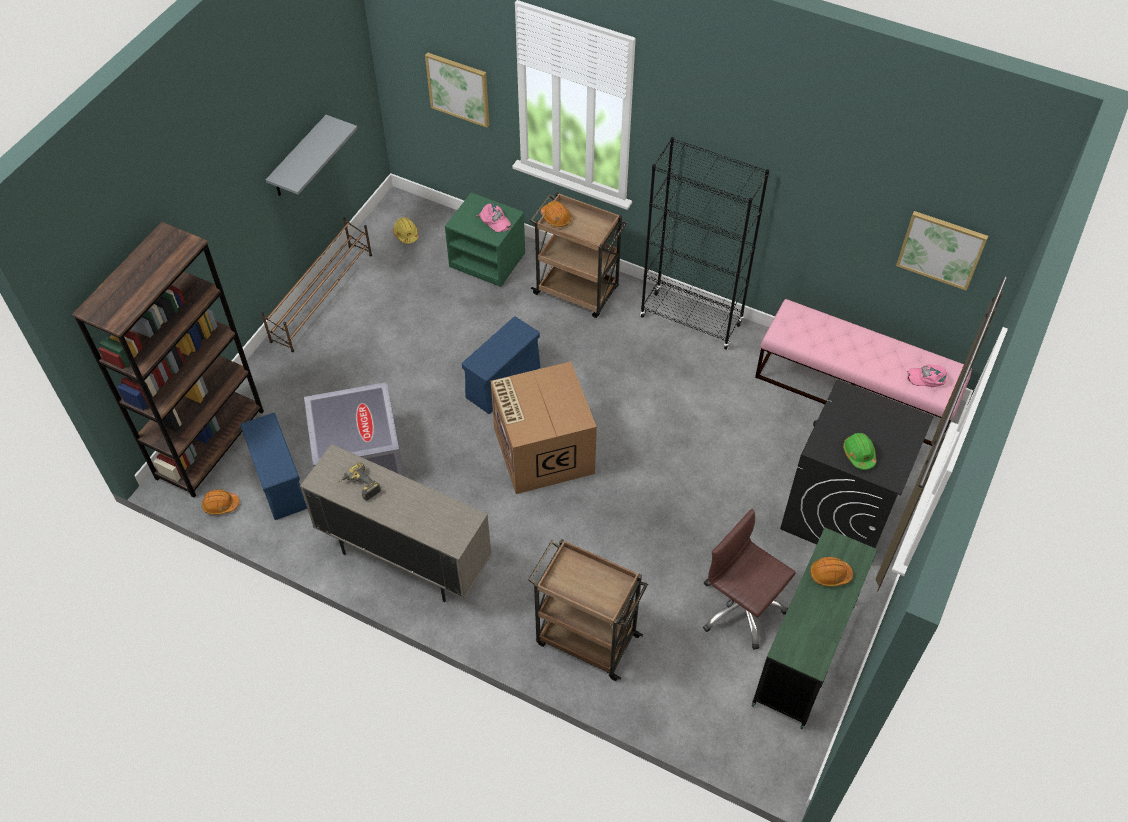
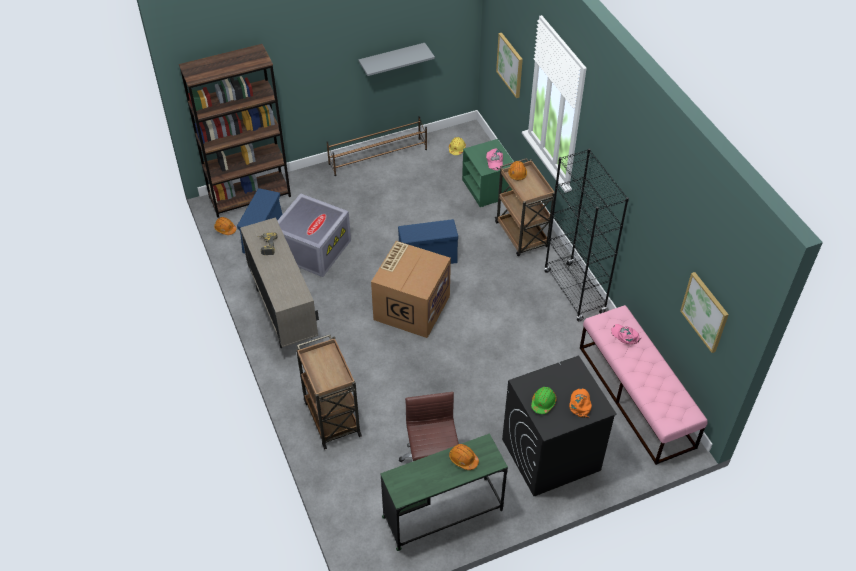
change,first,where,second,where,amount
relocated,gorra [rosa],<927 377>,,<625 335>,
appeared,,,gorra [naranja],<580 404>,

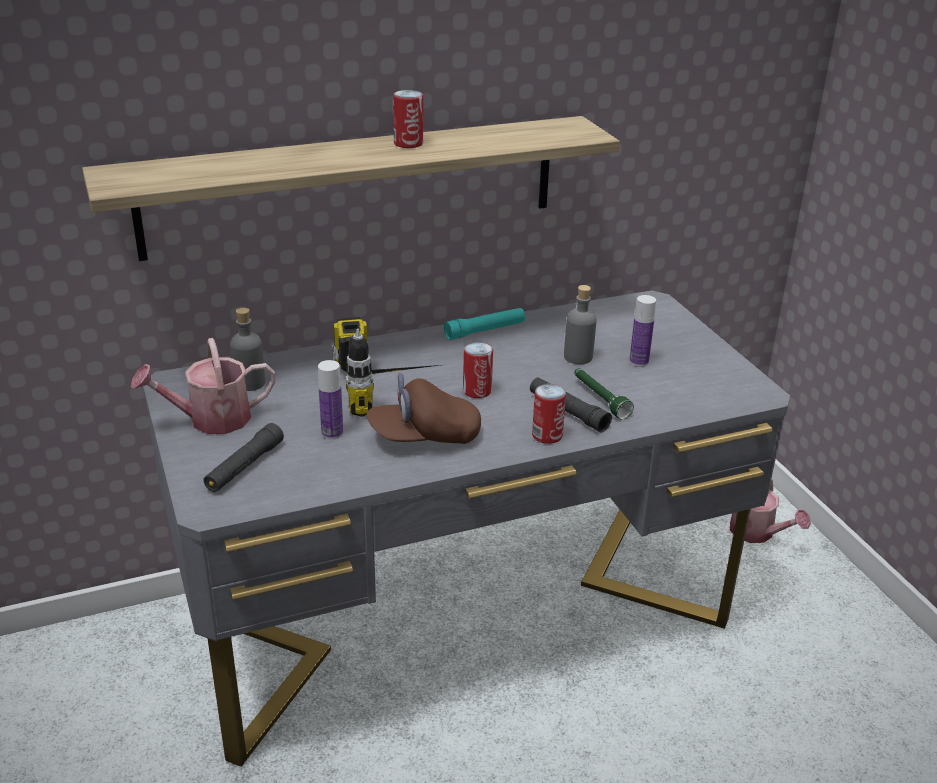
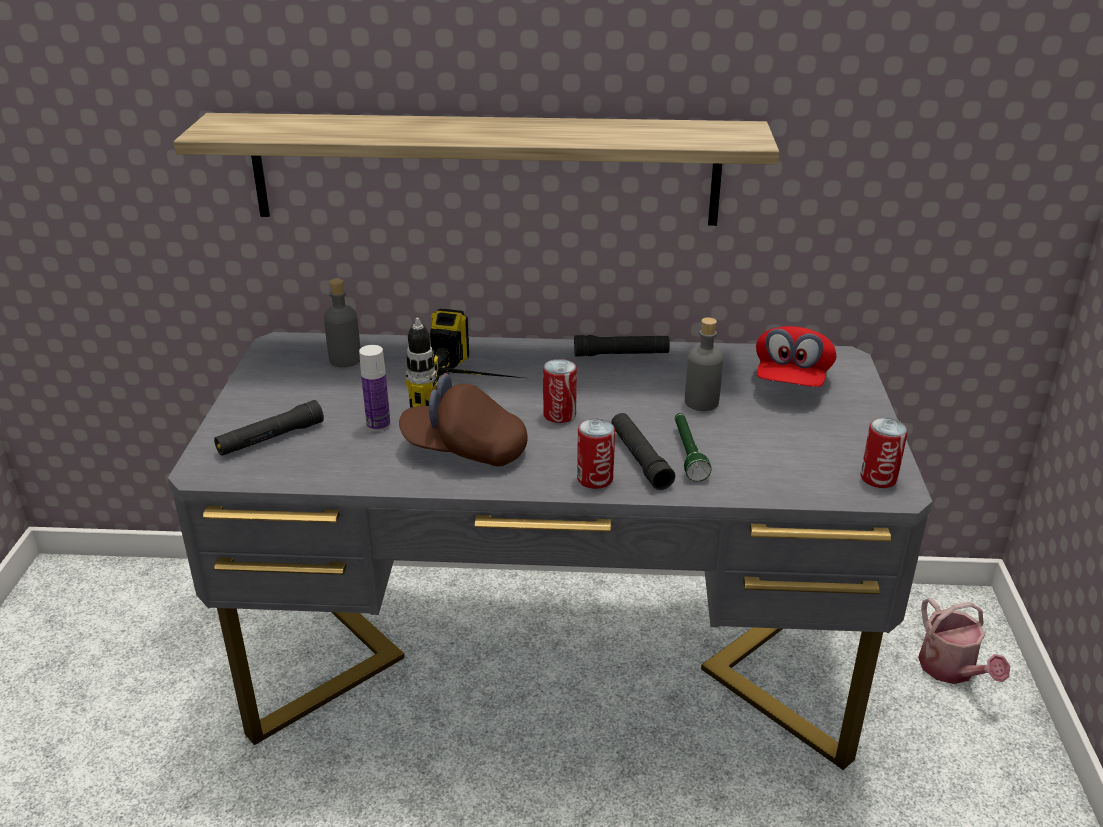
change,first,where,second,where,amount
relocated,lata,<408 143>,,<878 478>,
missing,botella,<639 361>,,,
colour,linterna [turquesa],<485 331>,linterna [negro],<621 354>,
missing,regadera,<210 419>,,,
appeared,,,gorra [rojo],<791 381>,

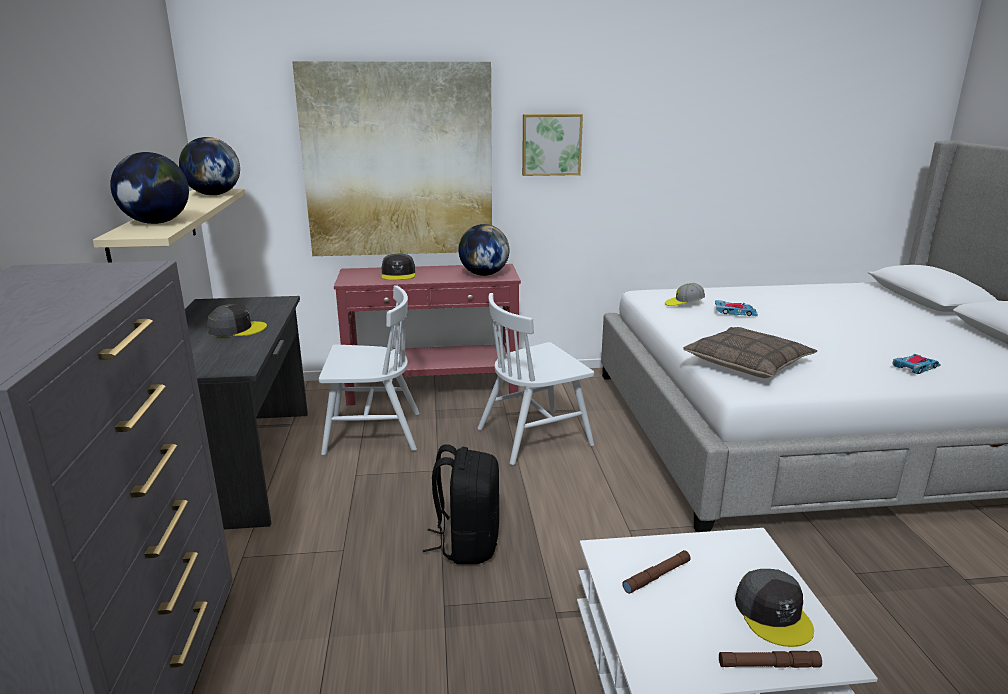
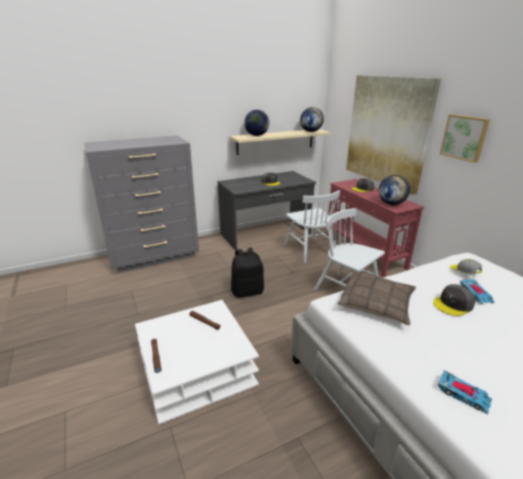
change,first,where,second,where,amount
relocated,gorra [gris],<773 614>,,<453 304>,

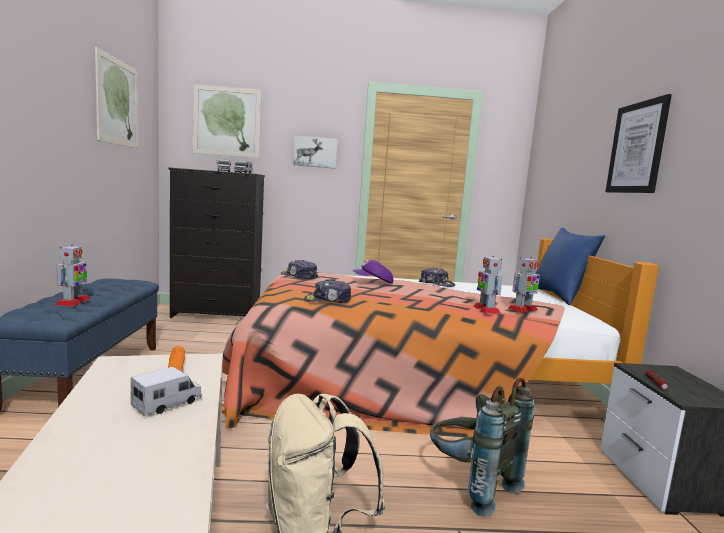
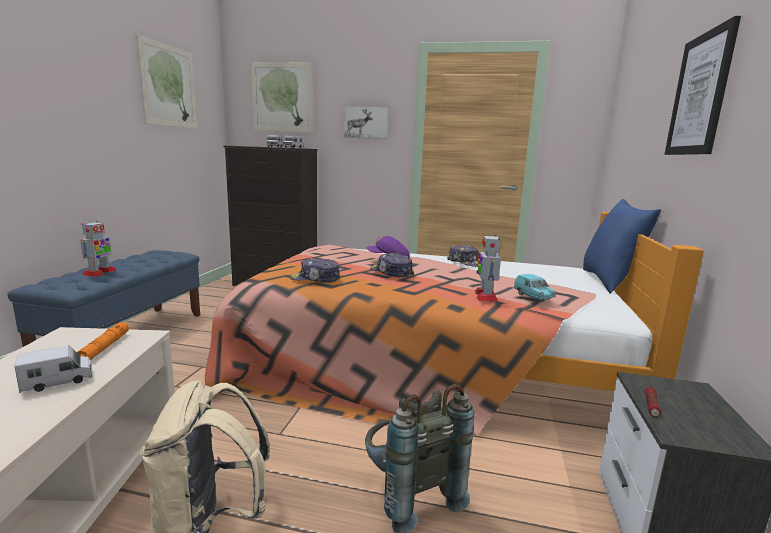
change,first,where,second,where,amount
exchanged,robot de juguete,<522 309>,coche de juguete [turquesa],<533 297>,
relocated,gorra,<298 276>,,<391 273>,

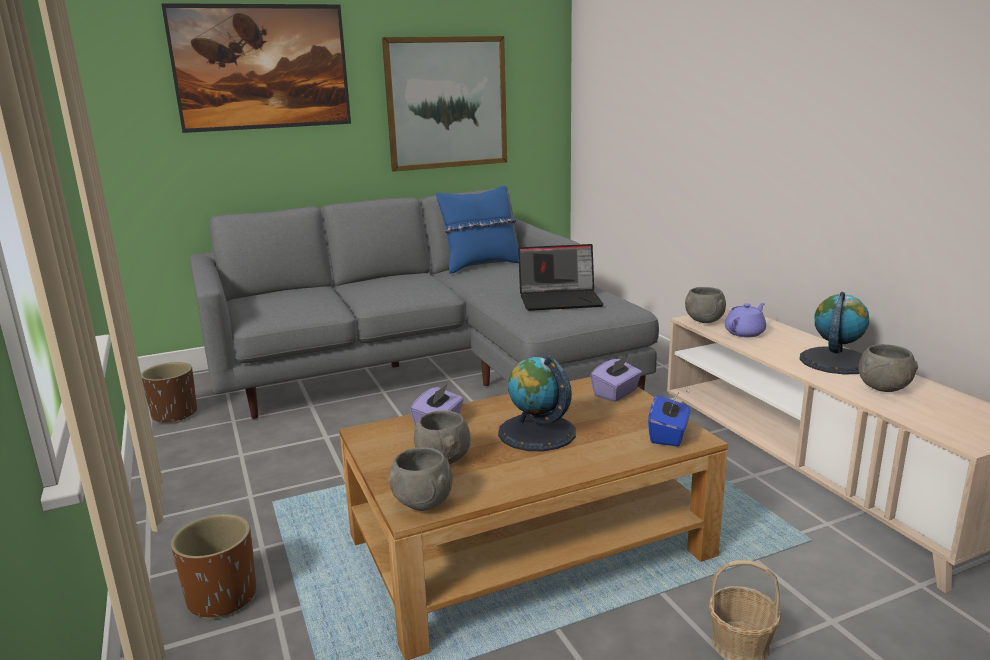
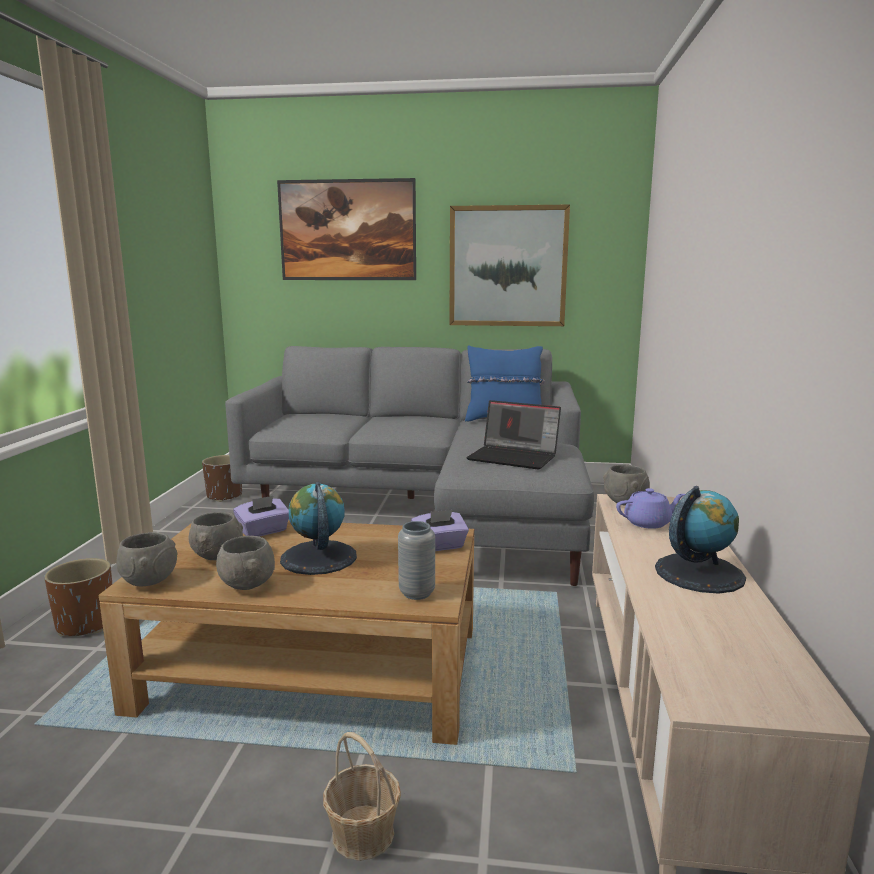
change,first,where,second,where,amount
relocated,cuenco [gris],<884 389>,,<247 586>,
exchanged,caja de pañuelos [azul],<668 435>,florero [gris],<417 593>,

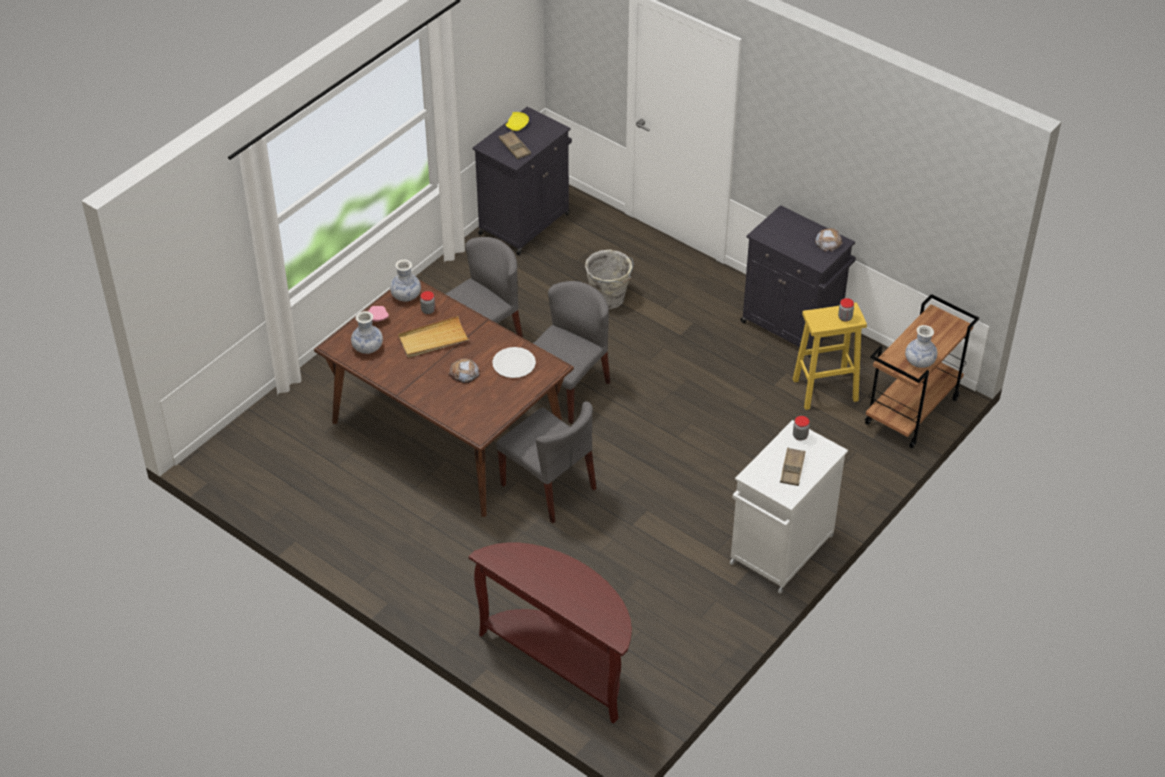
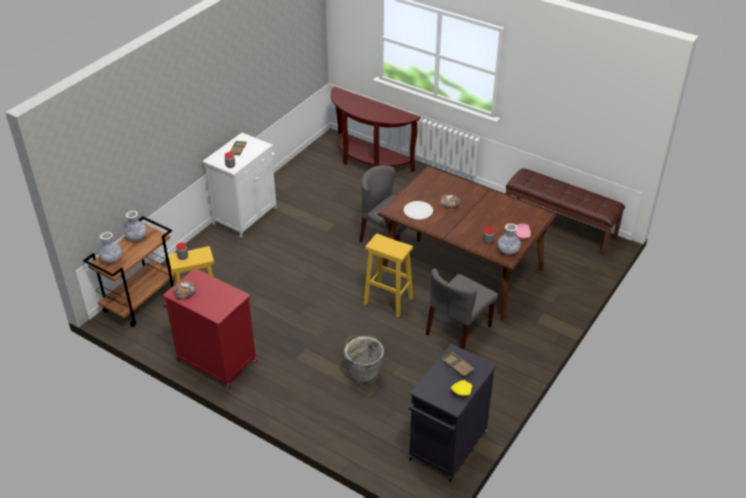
change,first,where,second,where,amount
colour,armario [negro],<793 326>,armario [rojo],<215 360>,
exchanged,silla [gris],<566 390>,taburete [amarillo],<387 300>,
relocated,florero,<367 348>,,<111 259>,
missing,bandeja [beis],<433 339>,,,
appeared,,,banco [marrón],<559 226>,

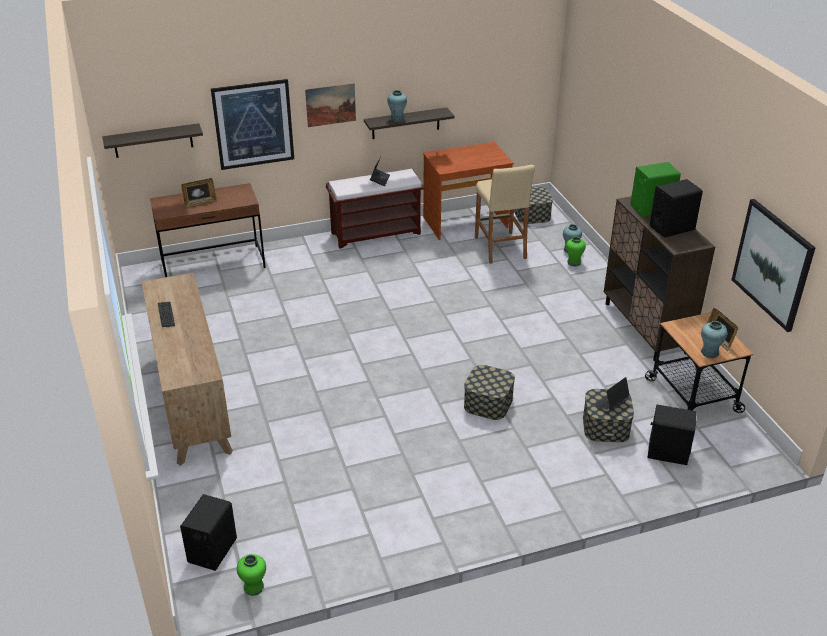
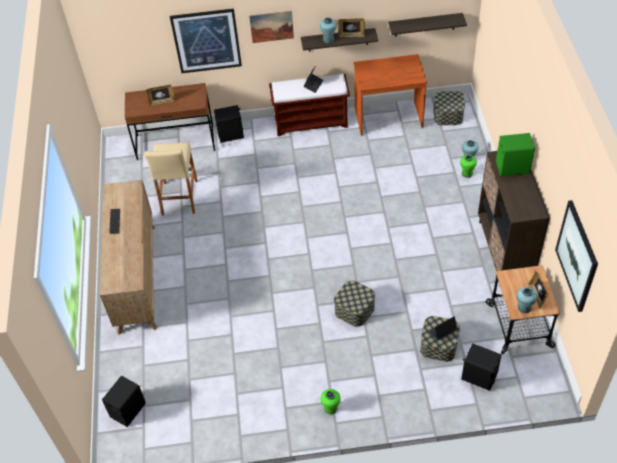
change,first,where,second,where,amount
relocated,estante,<153 140>,,<425 24>,
relocated,taburete [beis],<500 247>,,<179 197>,
relocated,altavoz [negro],<672 228>,,<231 134>,
relocated,florero [verde],<254 587>,,<330 408>,
appeared,,,portarretratos,<351 35>,

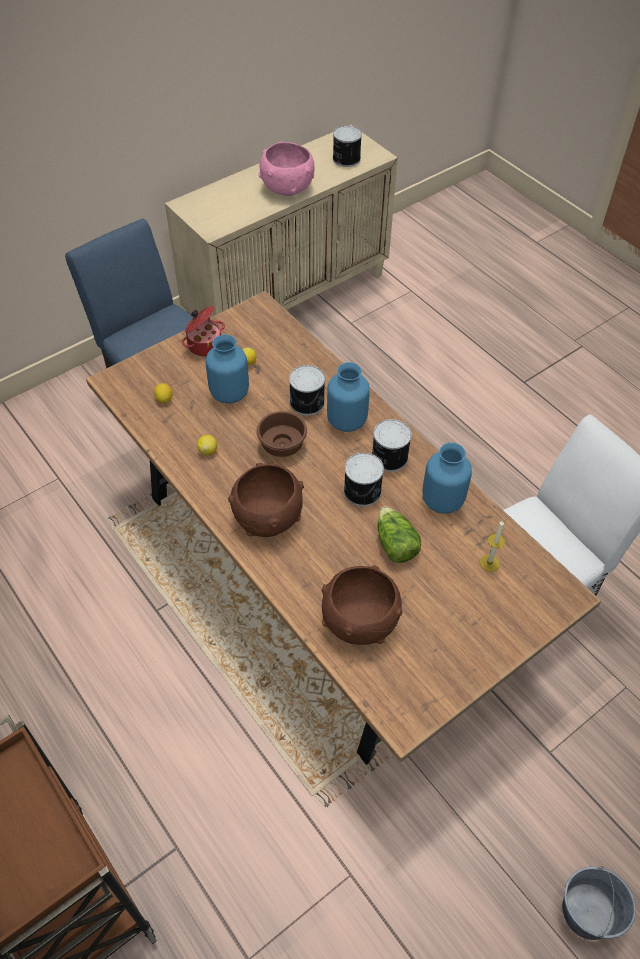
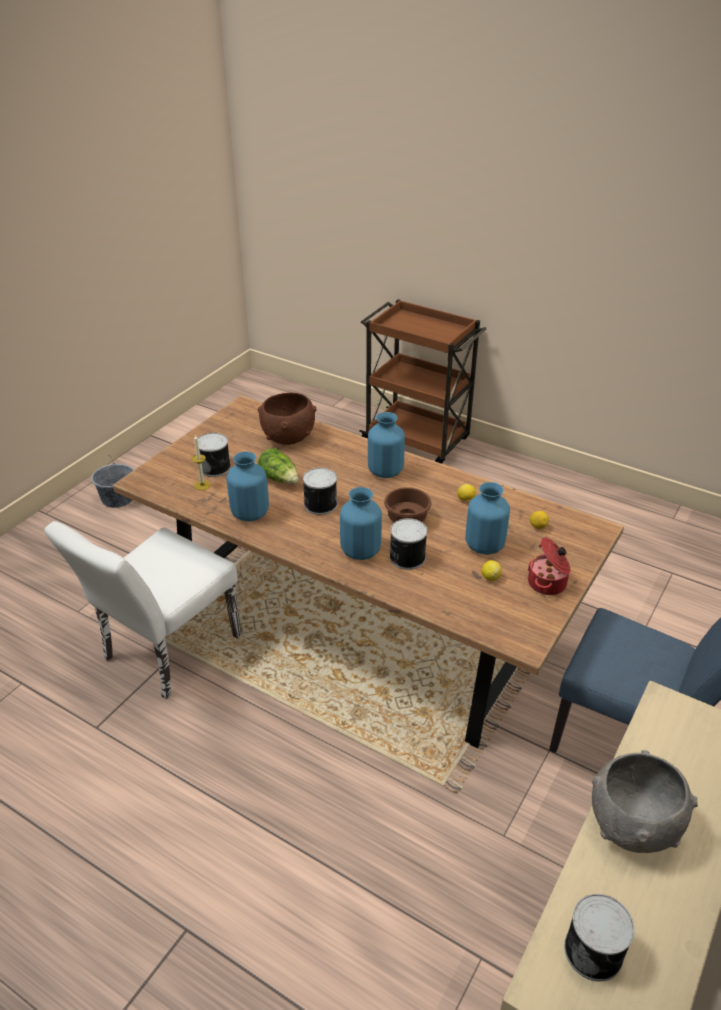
change,first,where,second,where,amount
colour,cuenco [rosa],<288 188>,cuenco [gris],<632 825>,
relocated,lata,<388 457>,,<215 467>,
exchanged,cuenco [marrón],<267 518>,florero [azul],<385 471>,

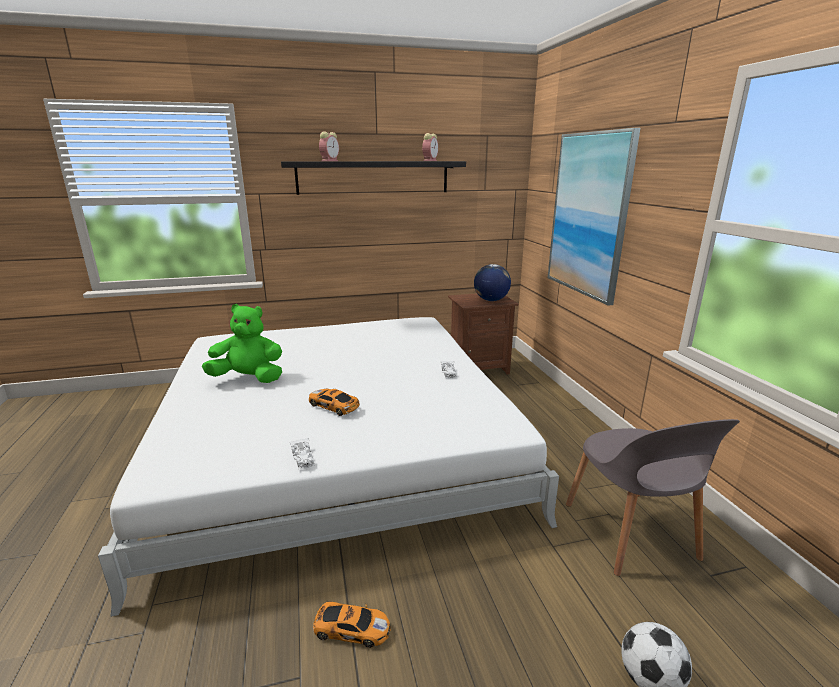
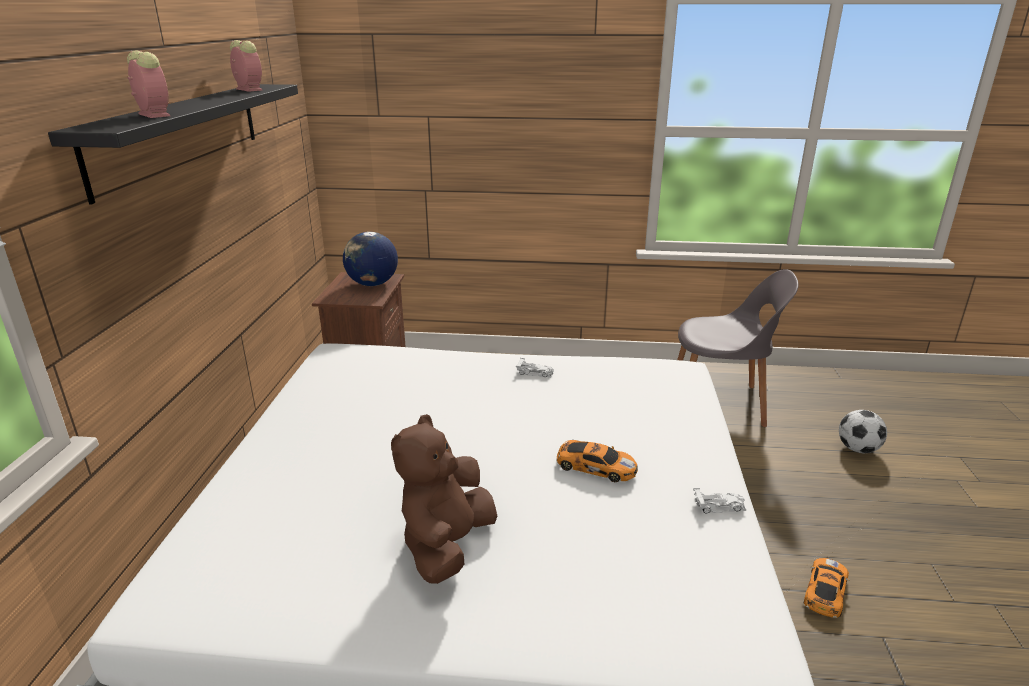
change,first,where,second,where,amount
missing,cuadro,<588 215>,,,
colour,peluche [verde],<249 378>,peluche [marrón],<447 545>,
spun,coche de juguete,<334 406>,,<594 466>,120 degrees counterclockwise

